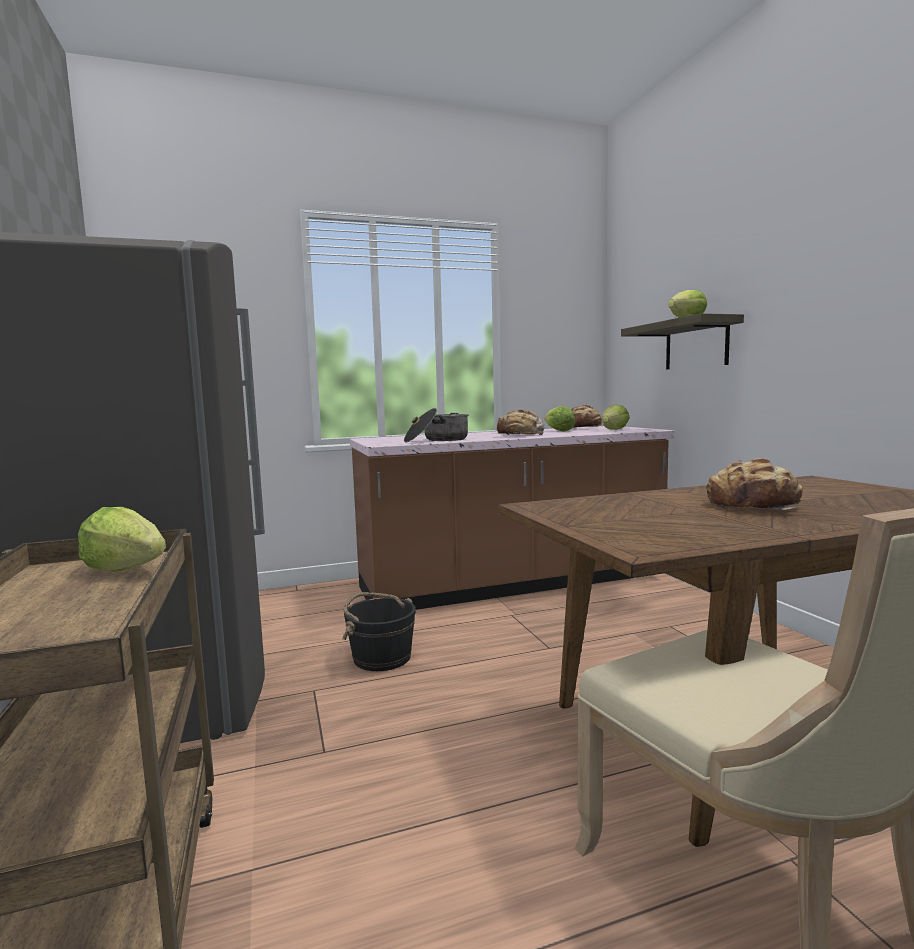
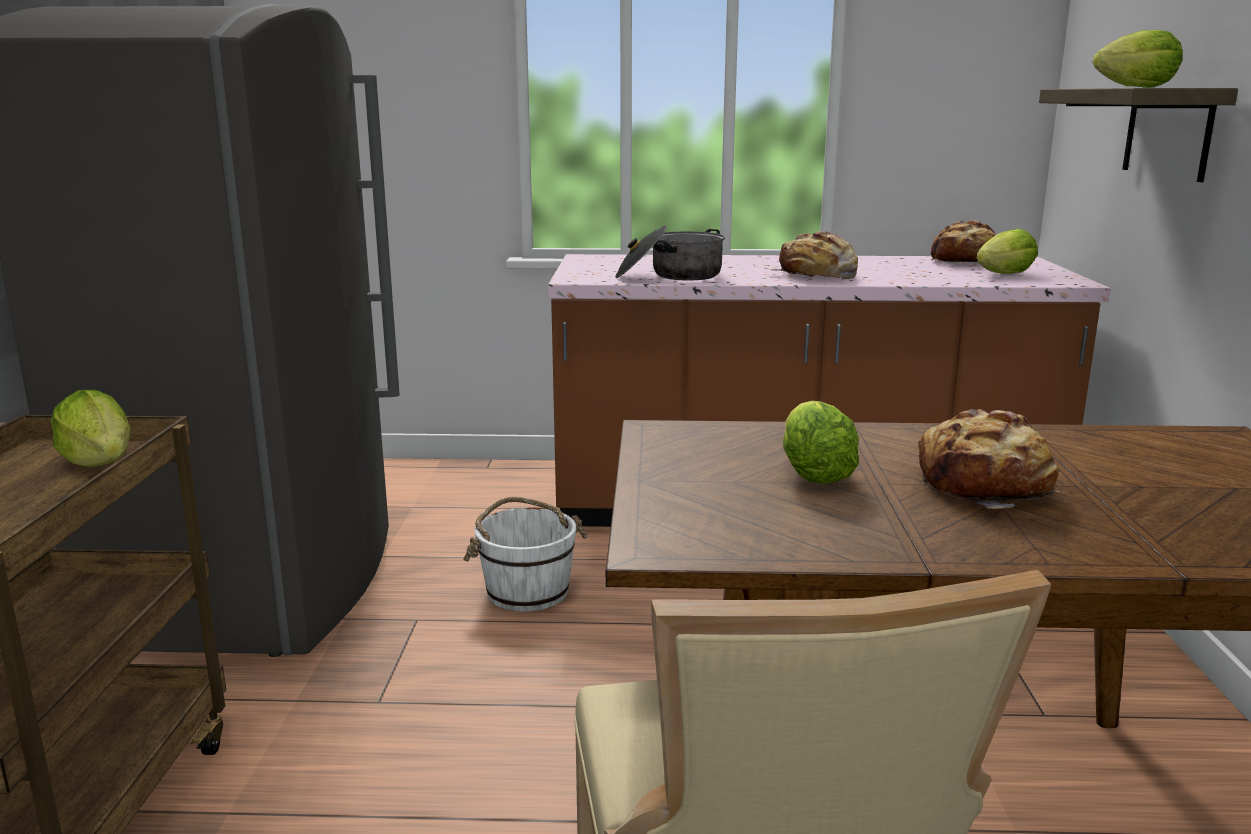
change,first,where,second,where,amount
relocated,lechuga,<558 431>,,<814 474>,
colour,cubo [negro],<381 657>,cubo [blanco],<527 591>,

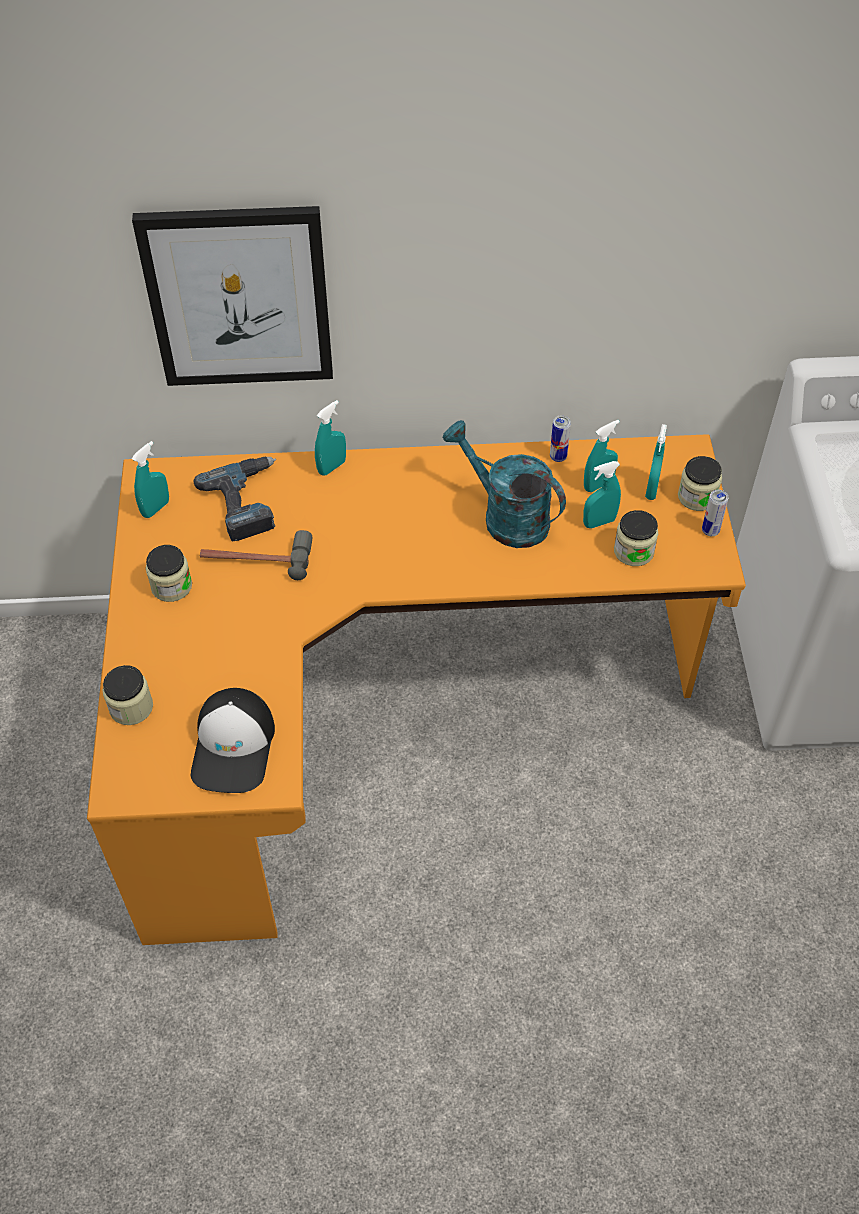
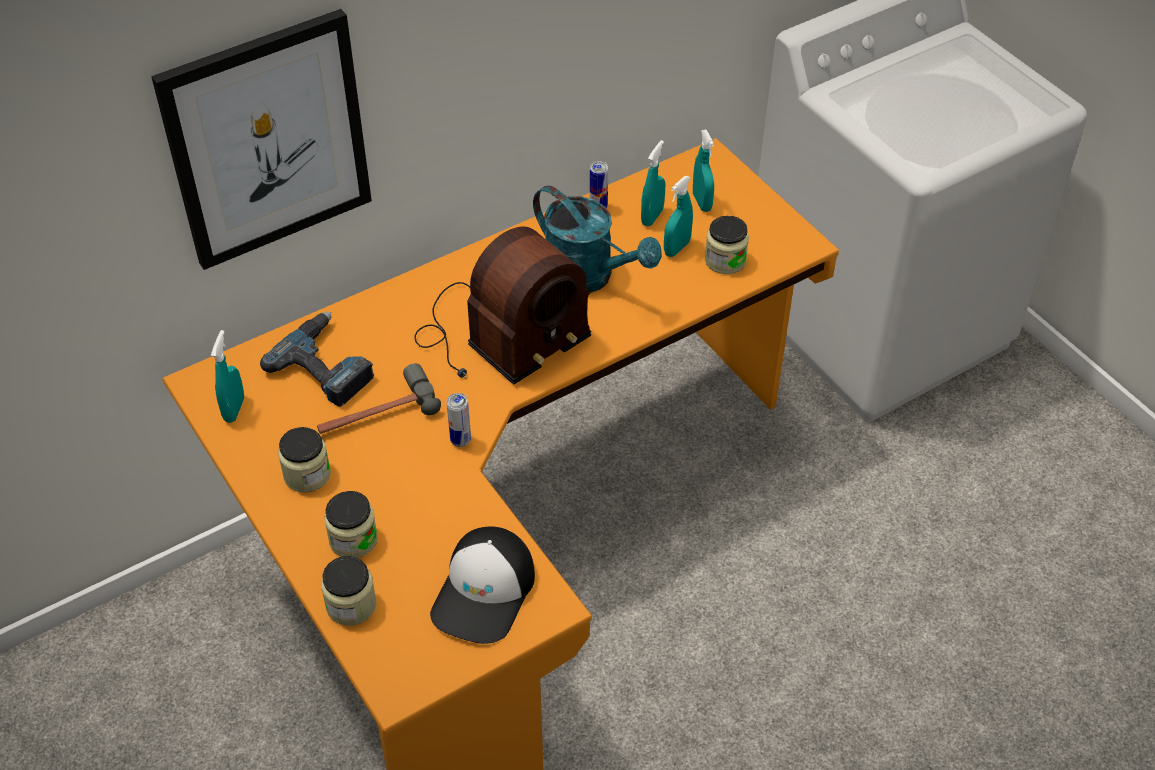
change,first,where,second,where,amount
missing,pulverizador [turquesa],<332 467>,,,
spun,regadera [turquesa],<506 516>,,<589 277>,150 degrees counterclockwise
relocated,tarro,<697 497>,,<353 539>,
relocated,lata,<710 531>,,<460 440>,
spun,gorra,<234 747>,,<485 592>,45 degrees clockwise
appeared,,,radio,<499 336>,

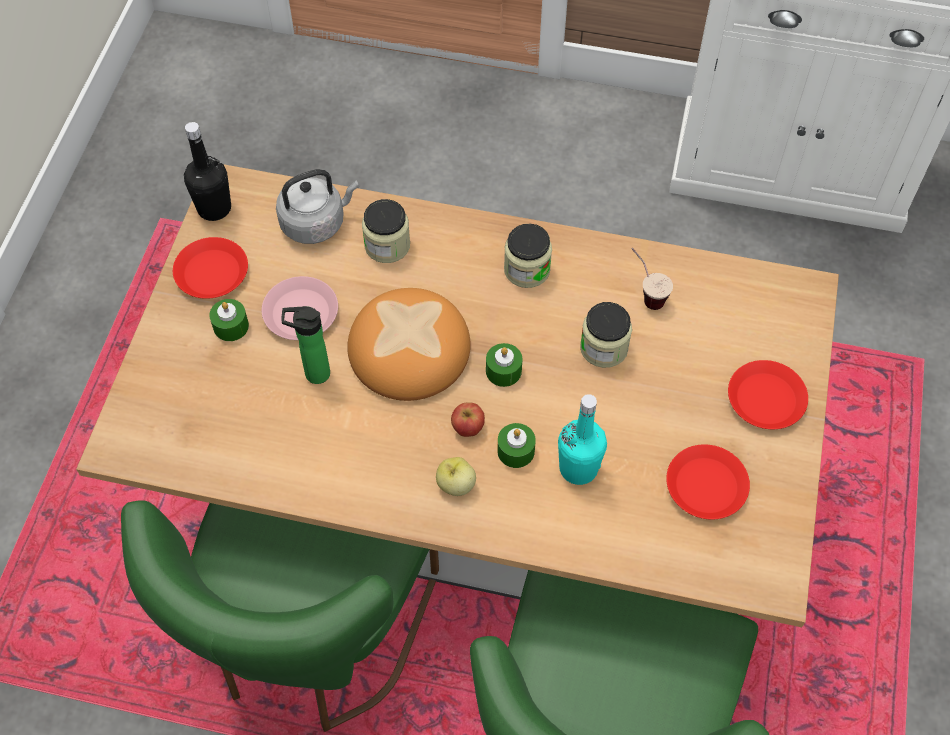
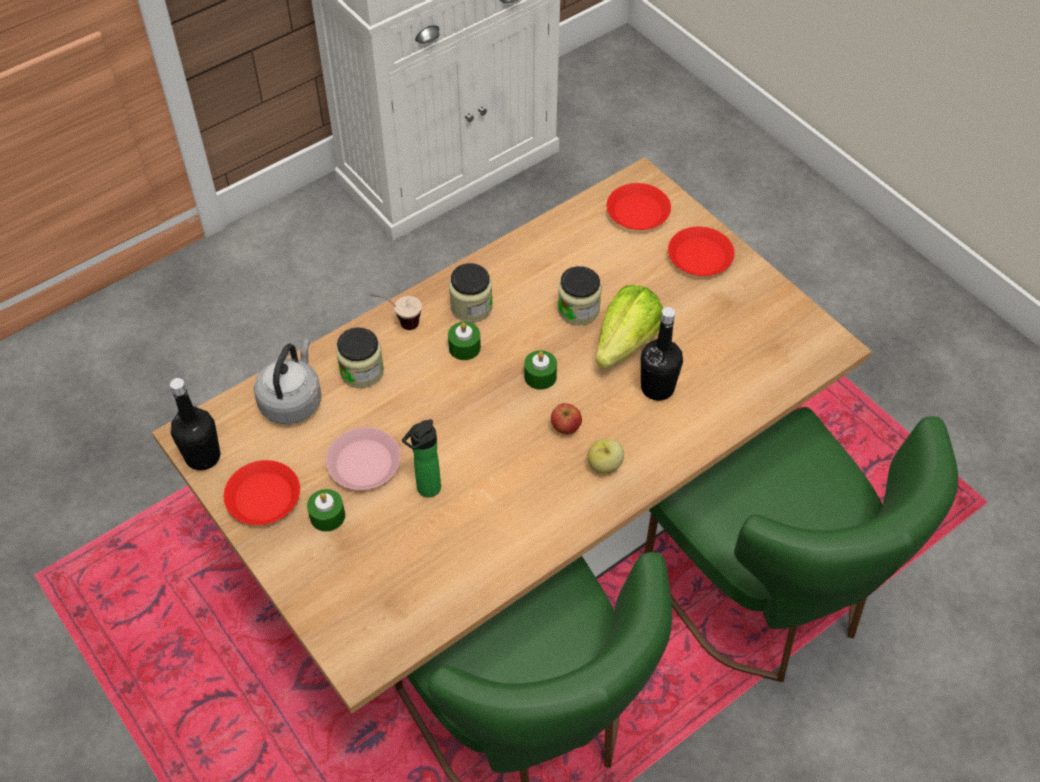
change,first,where,second,where,amount
relocated,taza,<645 294>,,<398 323>,
missing,pan,<408 348>,,,
colour,botella [turquesa],<578 468>,botella [negro],<657 388>,
relocated,vela [verde],<515 451>,,<464 347>,
relocated,plato [rojo],<706 485>,,<638 211>,
appeared,,,lechuga,<626 344>,

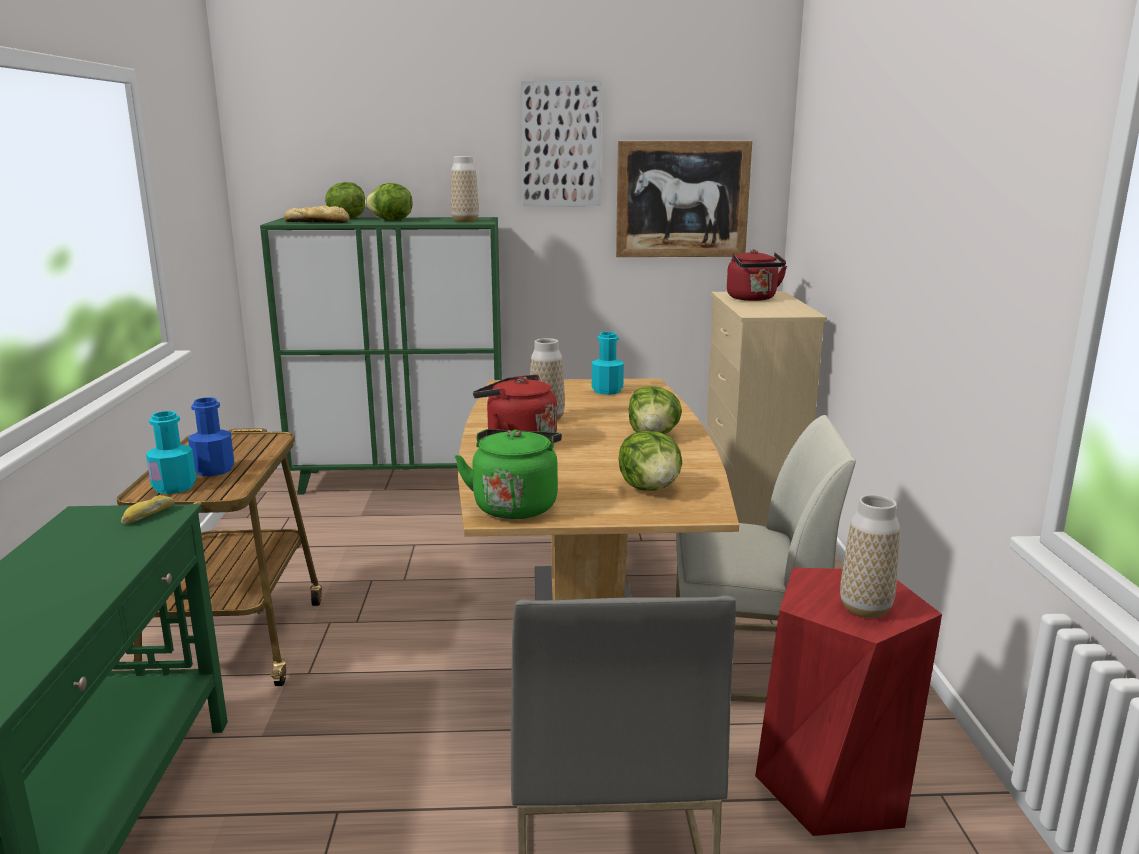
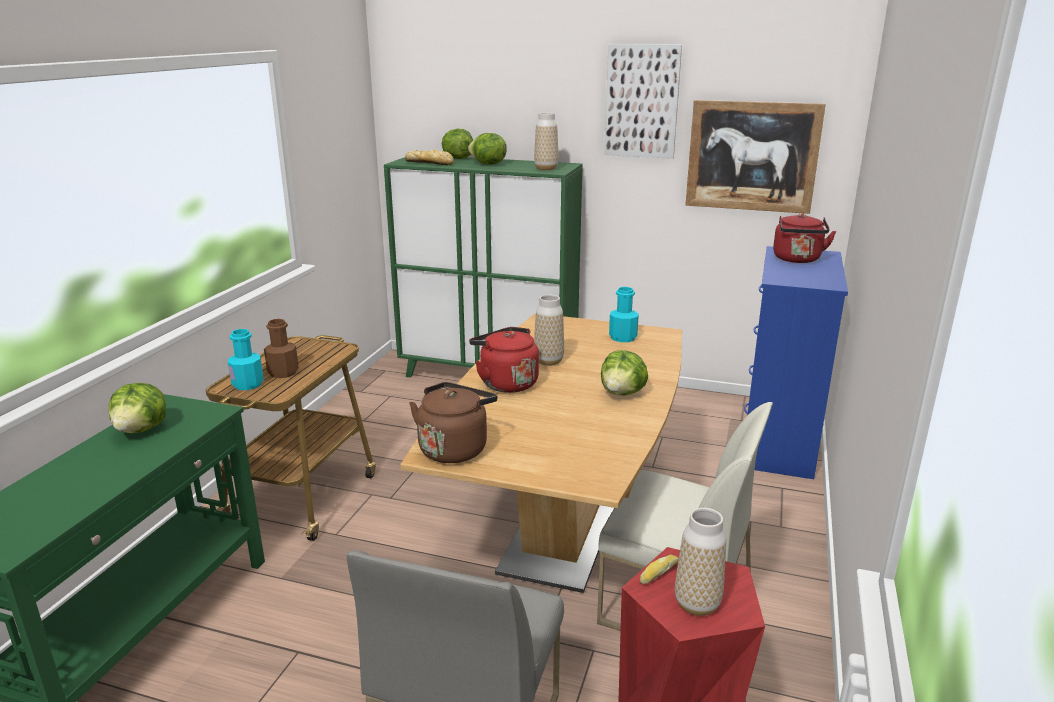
change,first,where,second,where,amount
colour,cómoda [beis],<750 499>,cómoda [azul],<777 442>,
colour,botella [azul],<214 470>,botella [marrón],<283 372>,
colour,hervidor [verde],<515 505>,hervidor [marrón],<455 448>,
relocated,lechuga,<650 488>,,<142 430>,
relocated,pan,<148 515>,,<658 573>,

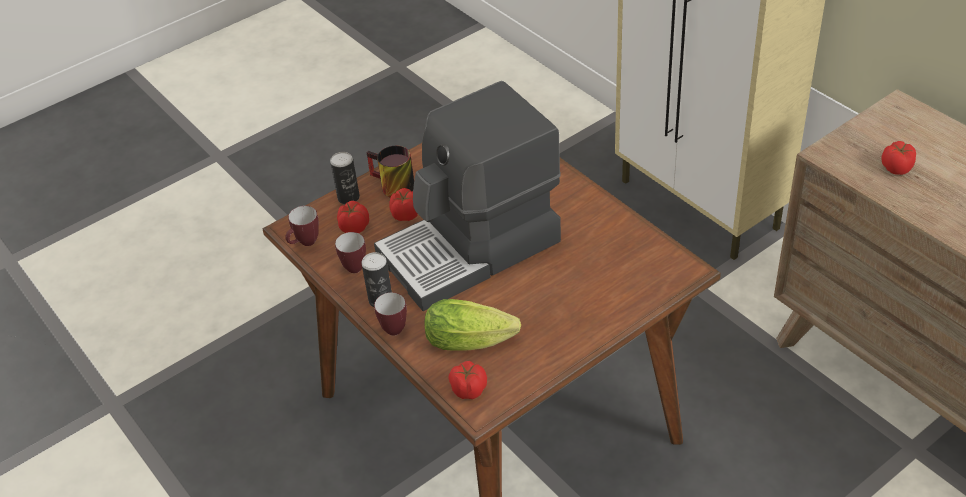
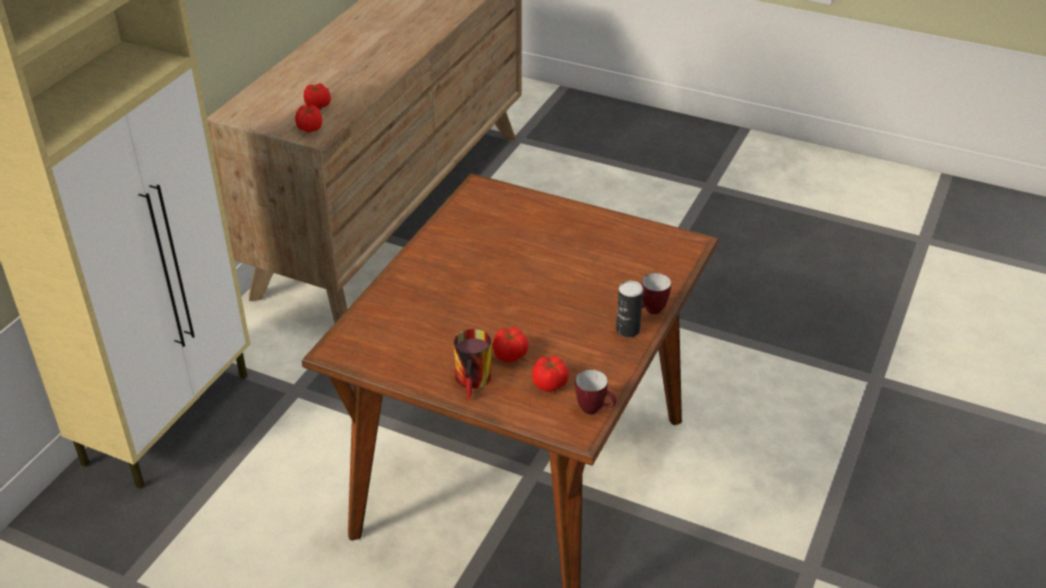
change,first,where,second,where,amount
missing,cafetera,<472 249>,,,
missing,lata,<348 197>,,,
missing,taza grande,<353 265>,,,
missing,lechuga,<474 340>,,,
relocated,tomate,<468 389>,,<309 129>,

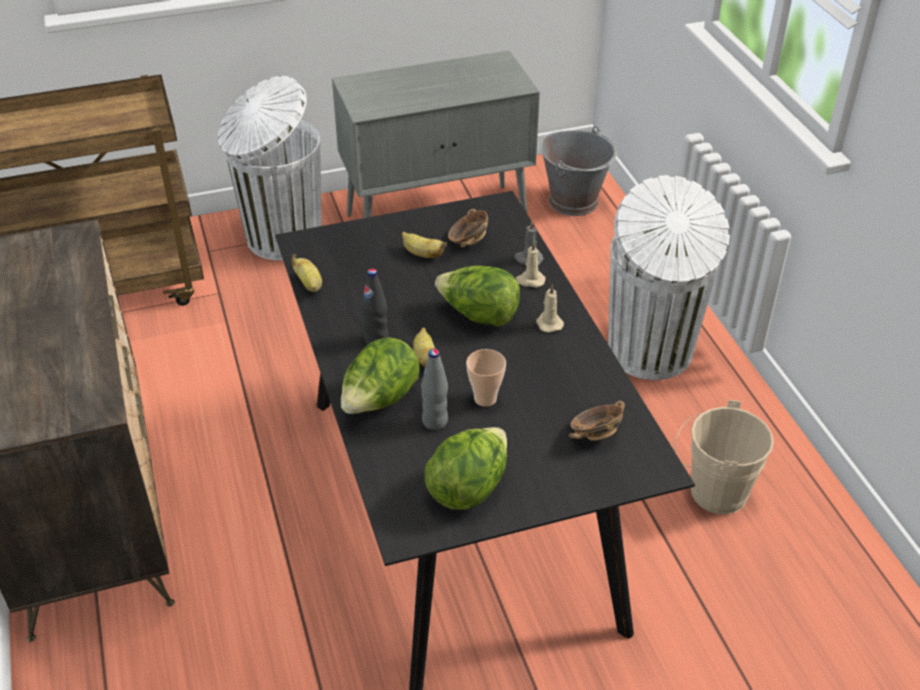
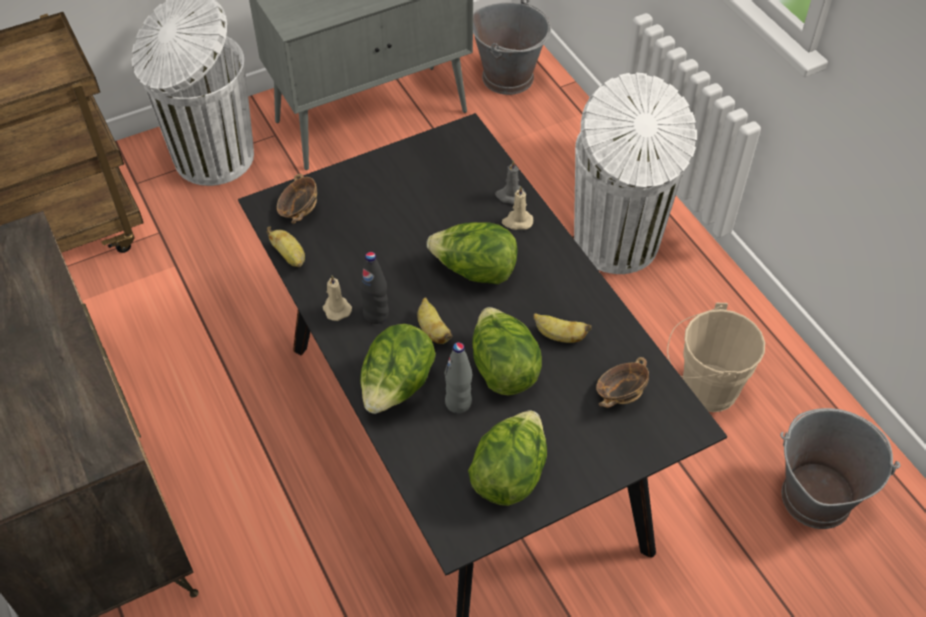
change,first,where,second,where,amount
relocated,cuenco,<468 241>,,<298 210>,
relocated,plátano,<422 254>,,<559 336>,
relocated,vela [beis],<548 323>,,<336 308>,
exchanged,taza,<485 399>,lechuga,<503 369>,
appeared,,,cubo [gris],<815 497>,

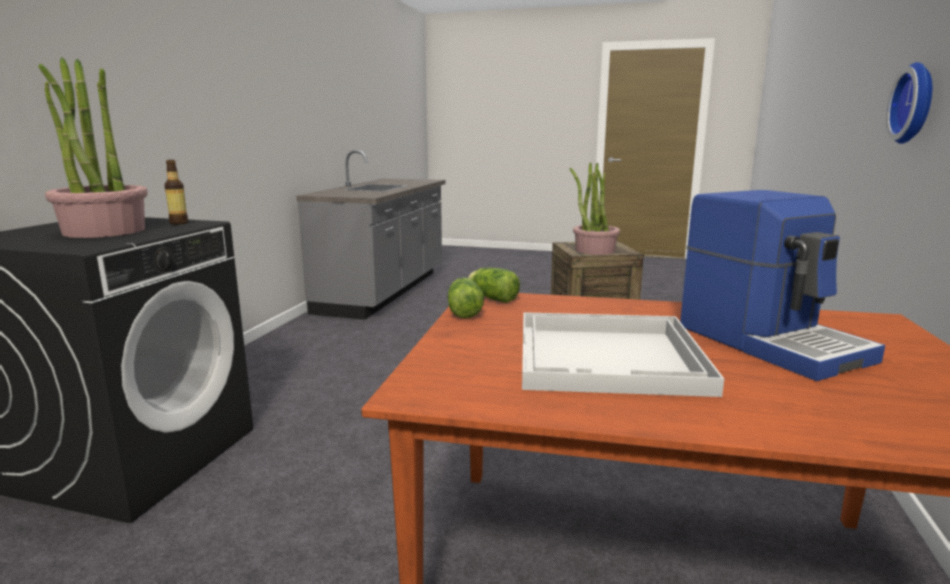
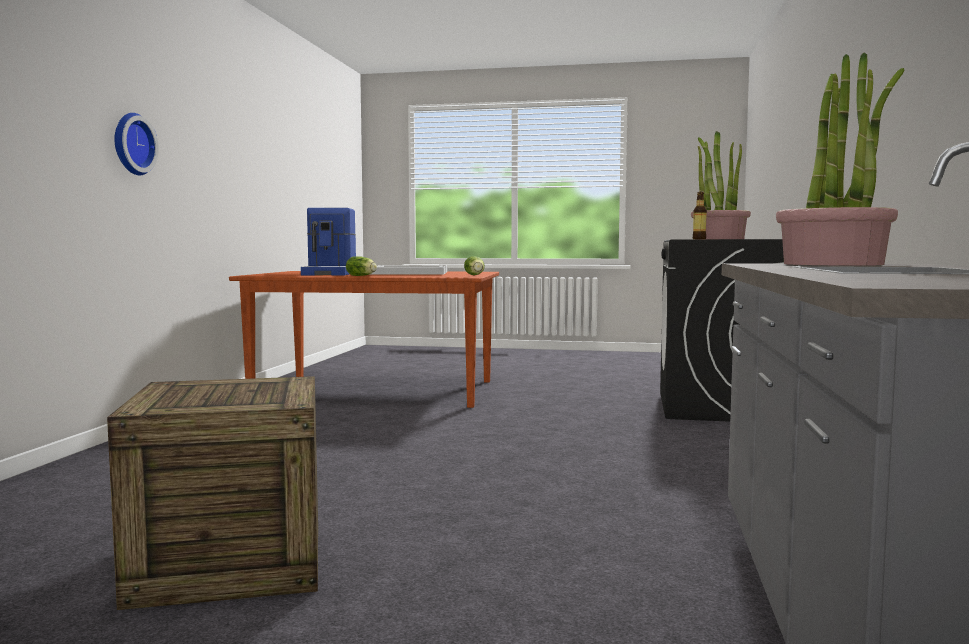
change,first,where,second,where,amount
relocated,planta en maceta,<594 250>,,<834 264>,
spun,cafetera,<771 342>,,<331 274>,150 degrees counterclockwise
relocated,lechuga,<491 298>,,<362 276>,

